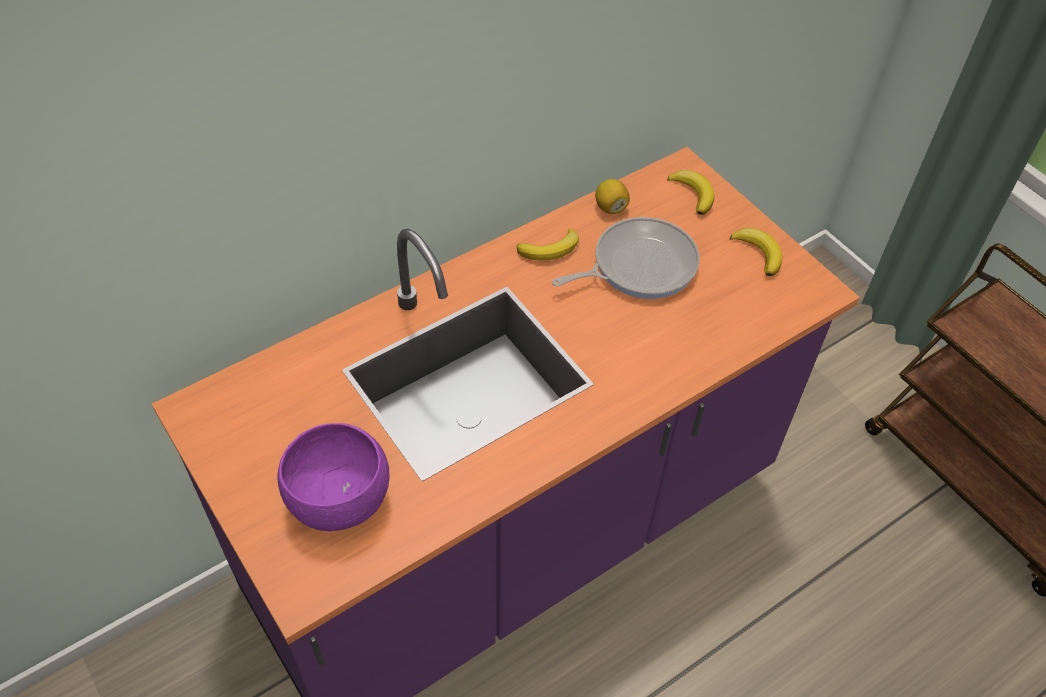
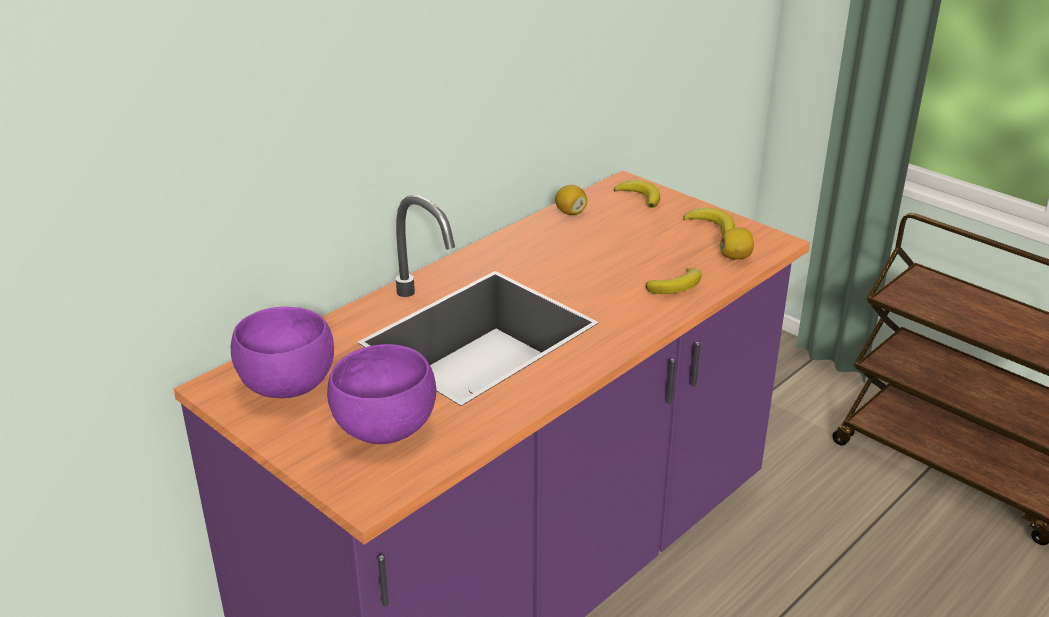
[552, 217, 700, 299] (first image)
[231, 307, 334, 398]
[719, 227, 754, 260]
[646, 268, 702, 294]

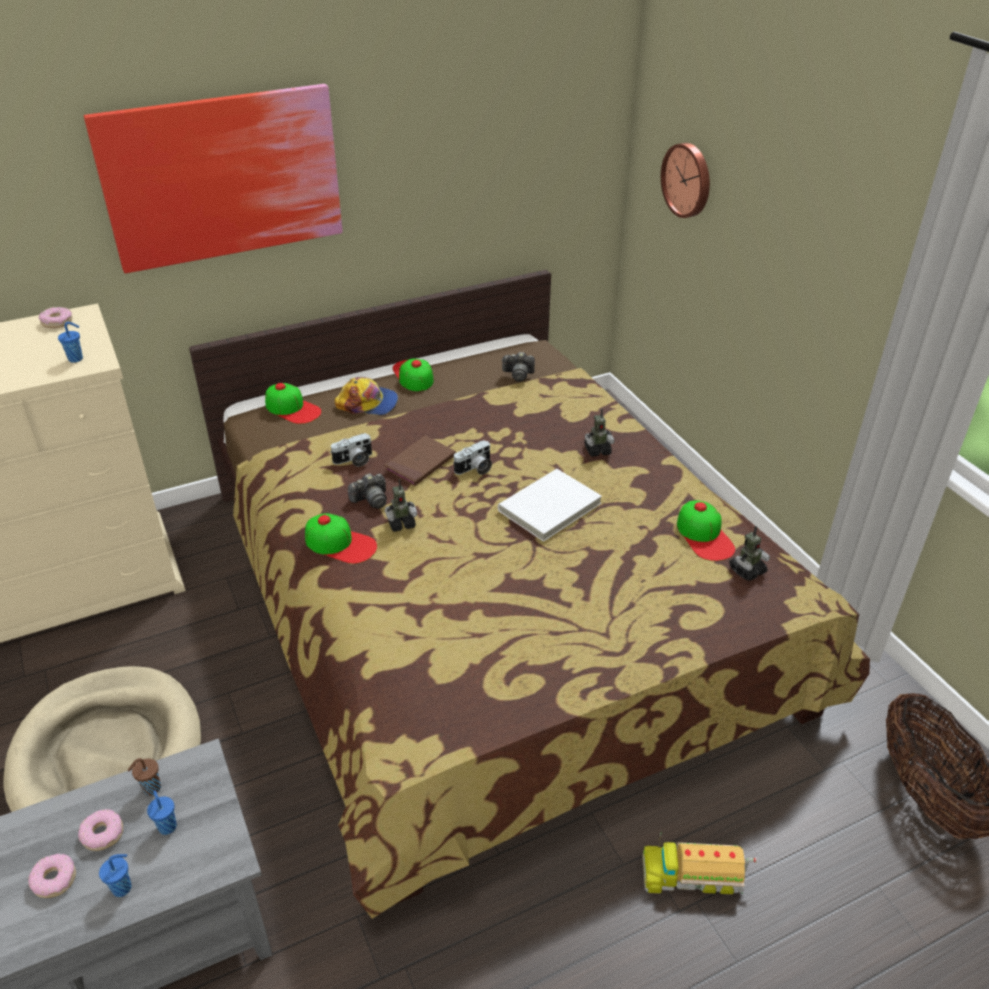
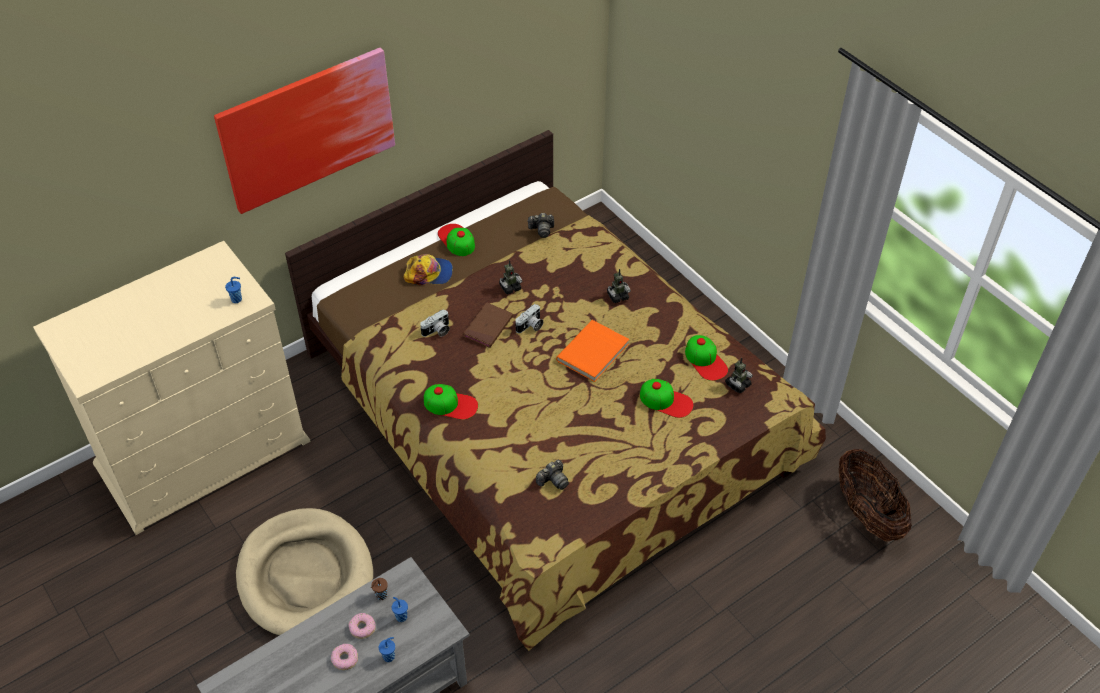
[39, 307, 72, 328] (first image)
[643, 833, 757, 894] (first image)
[661, 143, 710, 218] (first image)
[640, 379, 693, 418]
[536, 460, 569, 490]
[499, 260, 522, 295]
[556, 320, 629, 382]

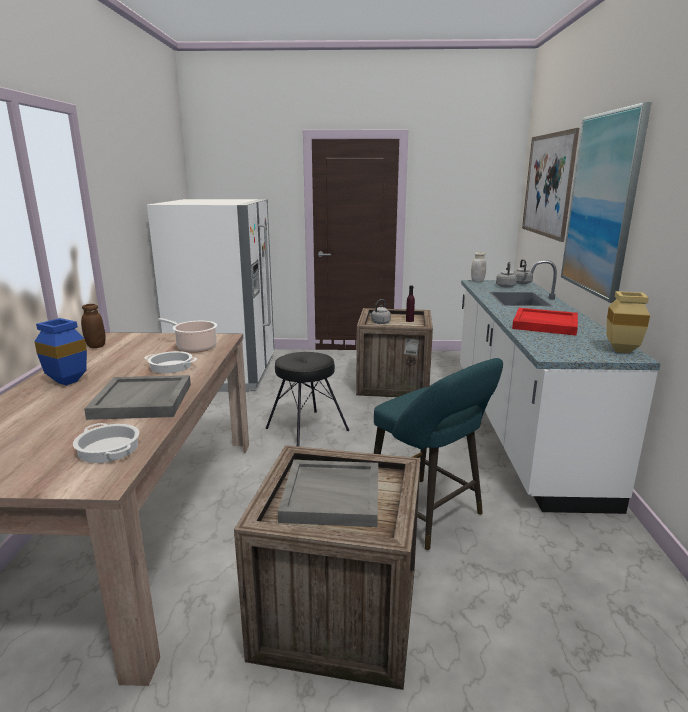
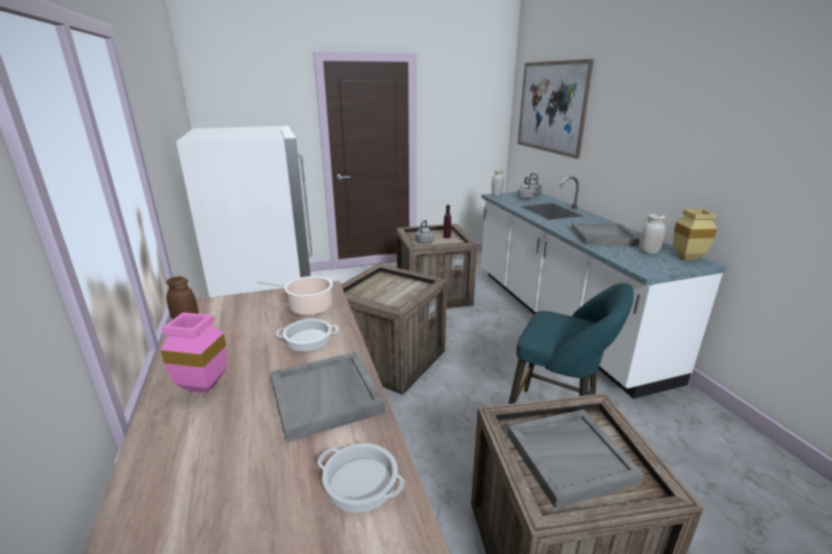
[561, 102, 652, 303] (first image)
[639, 214, 666, 254]
[341, 263, 447, 395]
[160, 312, 227, 393]
[571, 223, 640, 246]

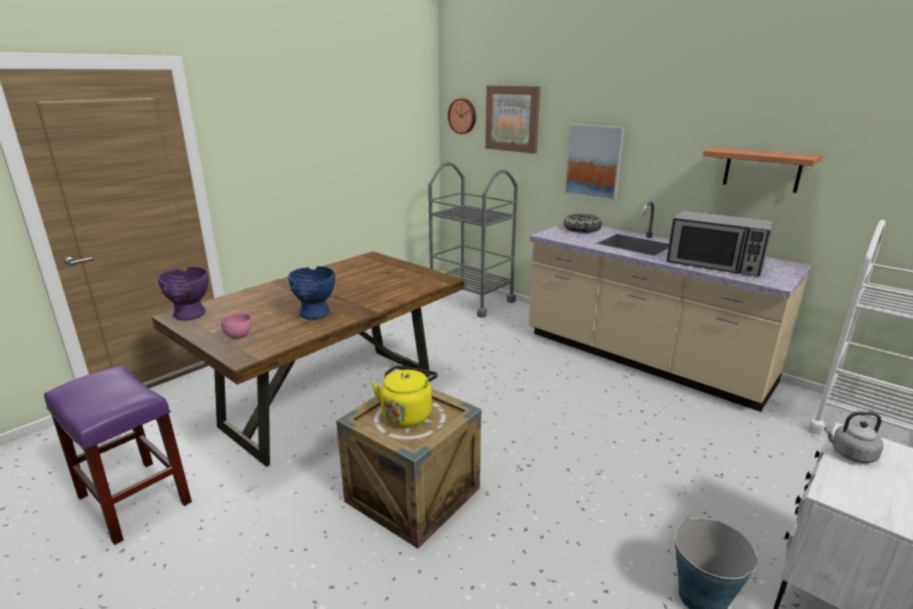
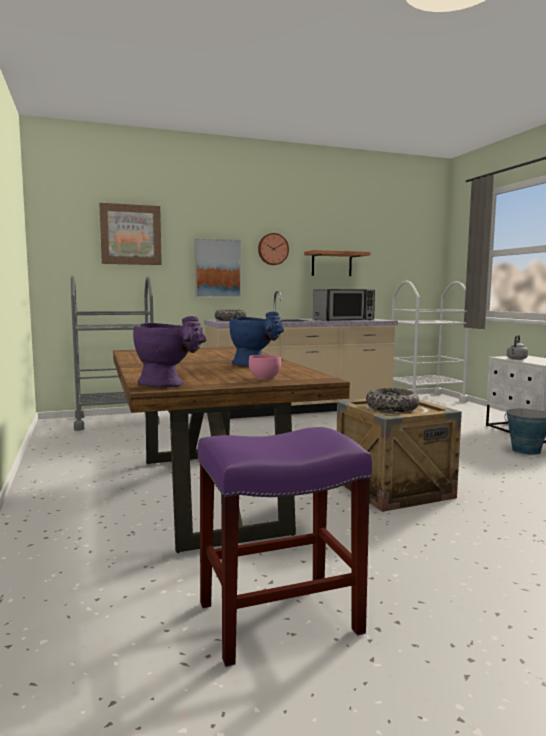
[258, 233, 289, 265]
[366, 388, 419, 412]

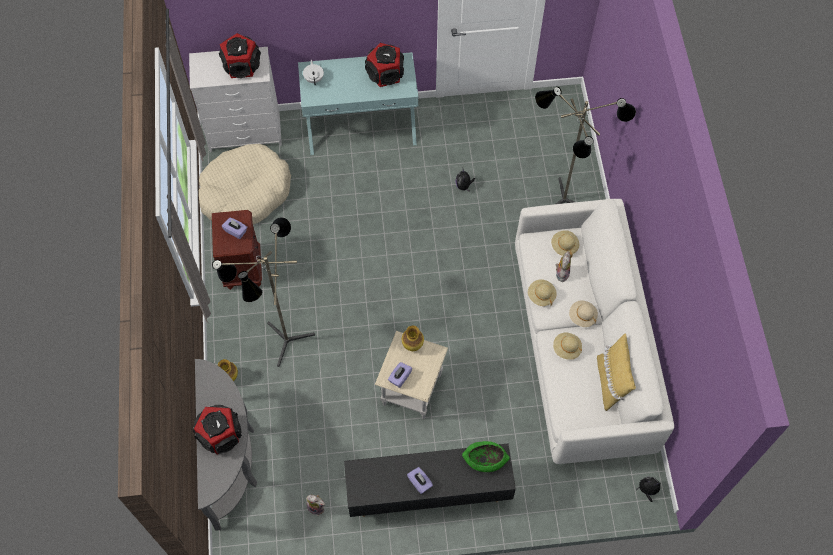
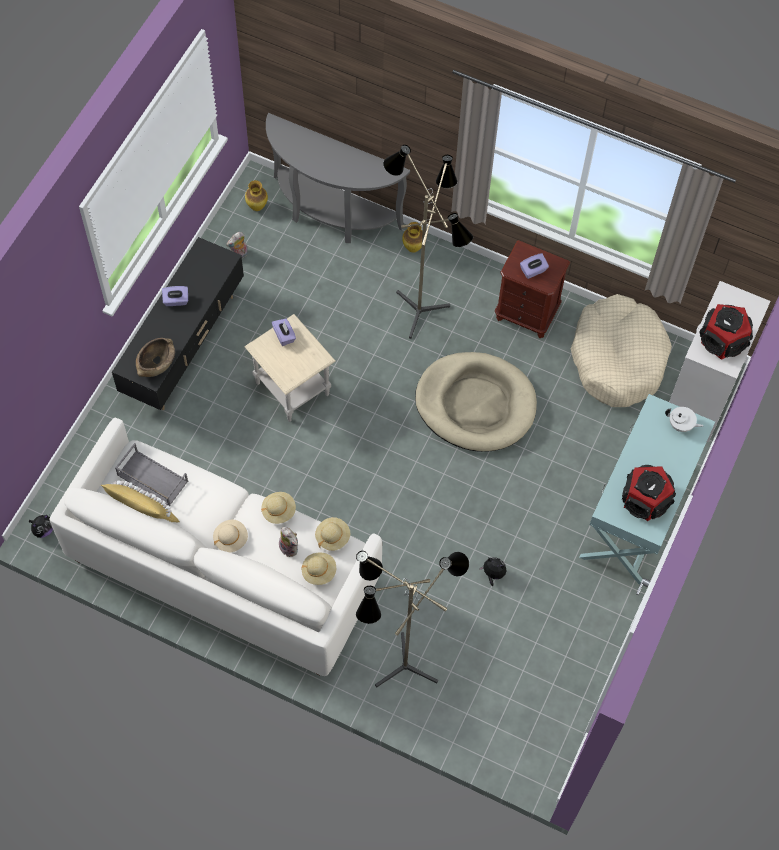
[193, 405, 242, 455] (first image)
[115, 443, 188, 506]
[415, 352, 537, 452]
[245, 180, 268, 211]
[315, 517, 351, 551]
[136, 338, 175, 377]

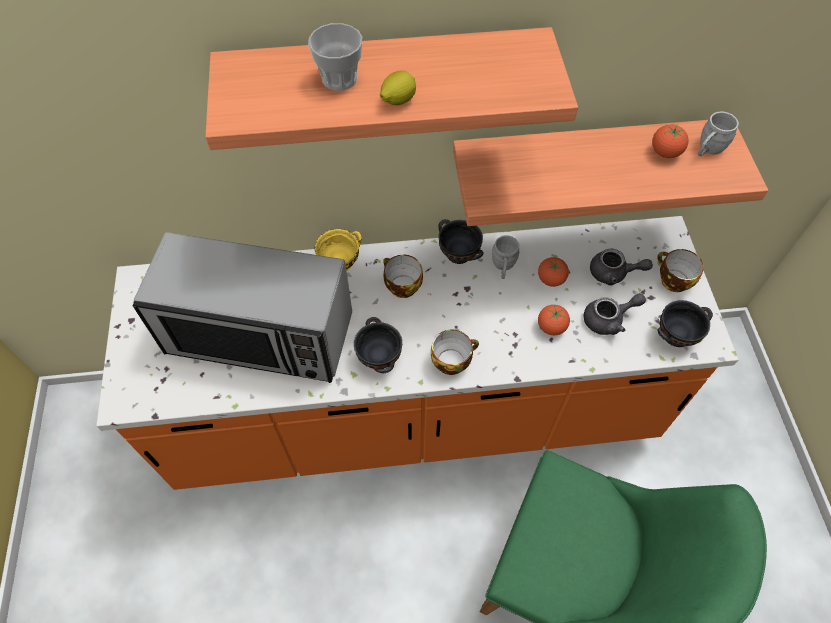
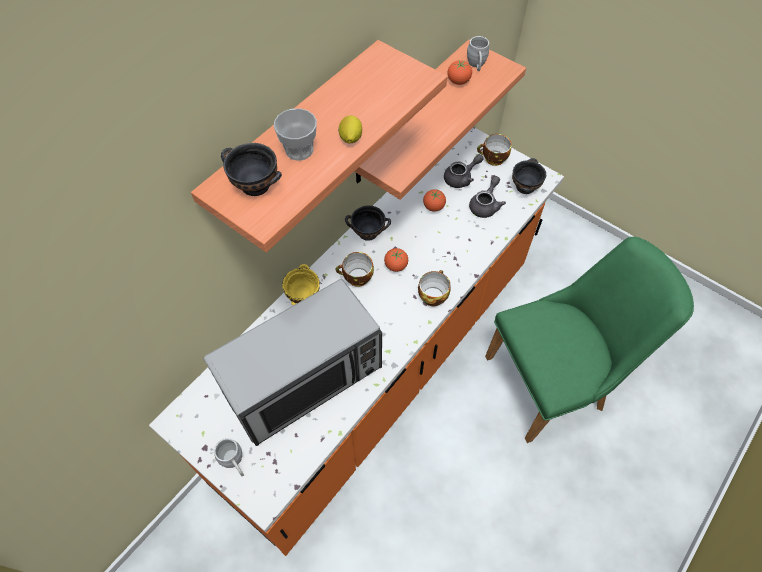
[221, 143, 282, 196]
[214, 438, 244, 476]
[384, 248, 408, 272]

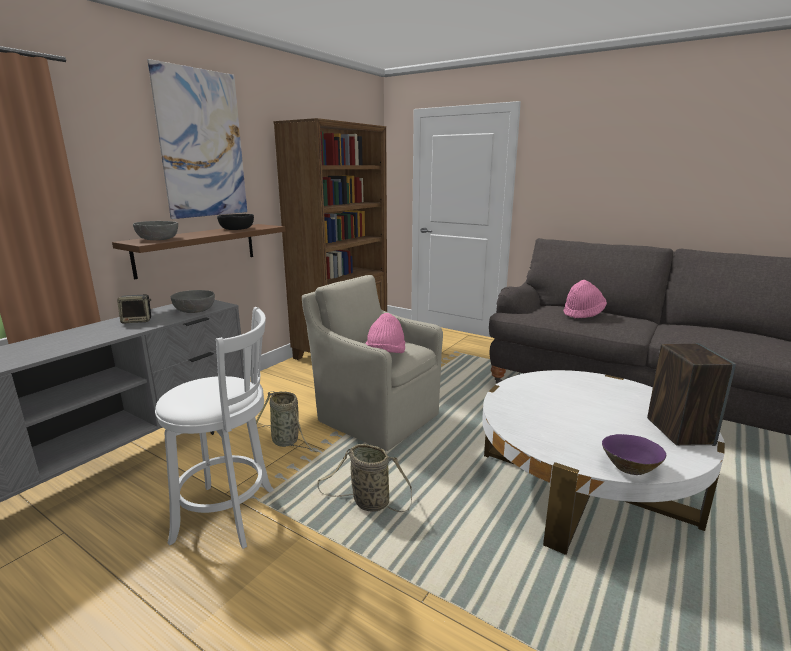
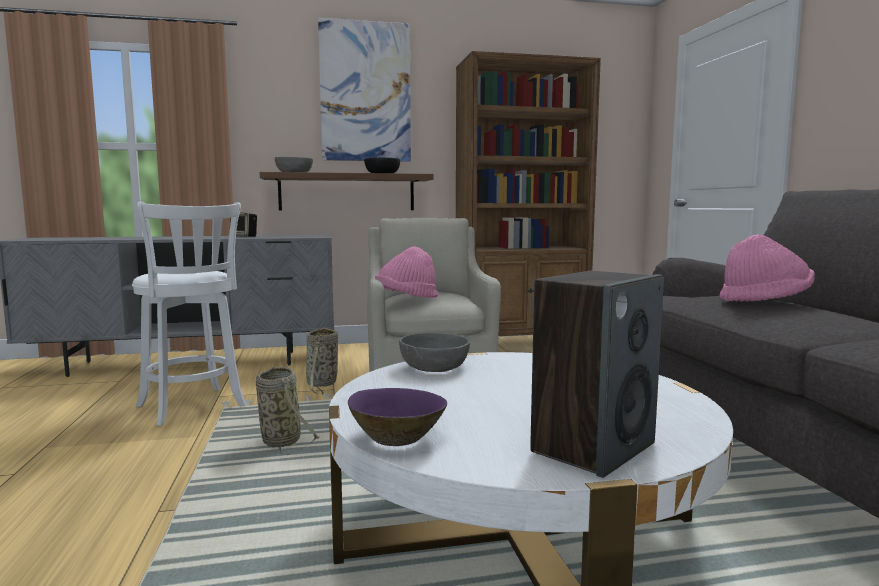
[399, 333, 470, 372]

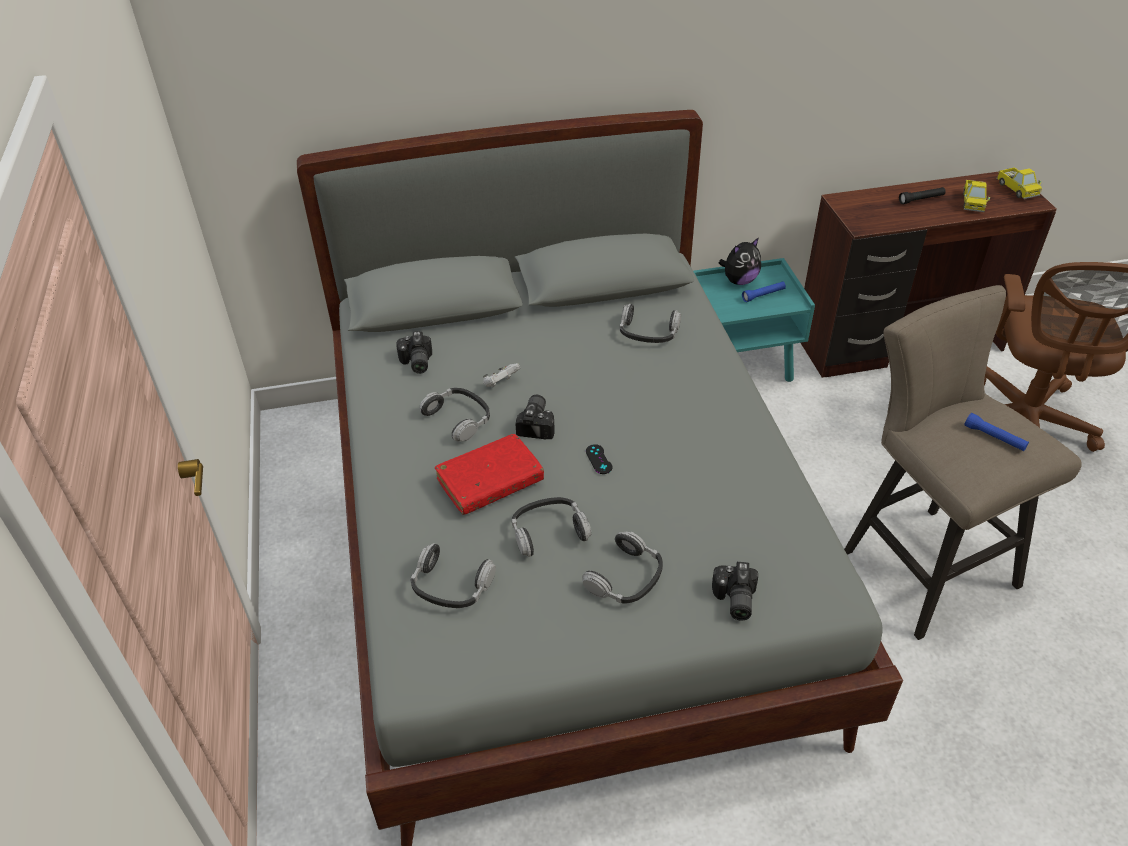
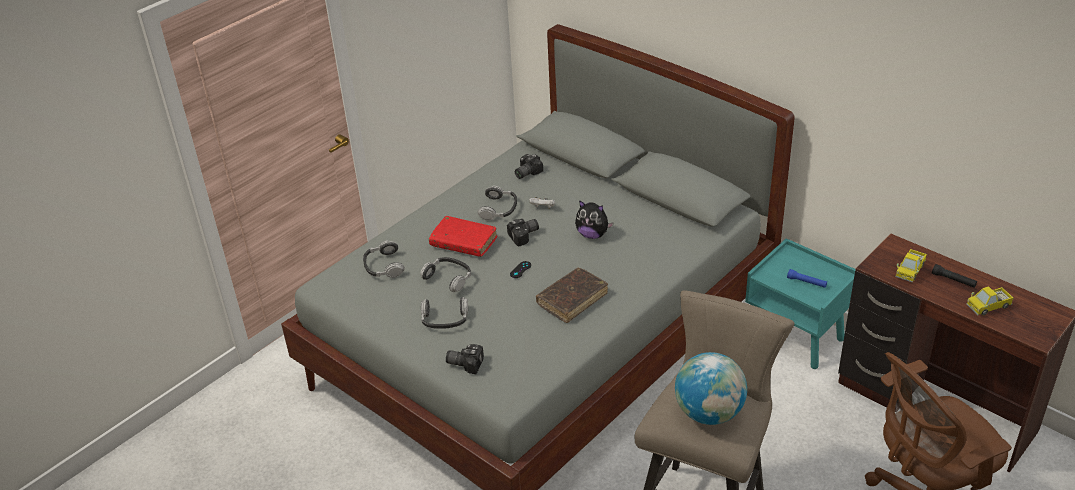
[620, 304, 681, 343] (first image)
[536, 268, 608, 323]
[575, 200, 614, 239]
[895, 249, 927, 283]
[675, 352, 747, 425]
[446, 344, 484, 374]

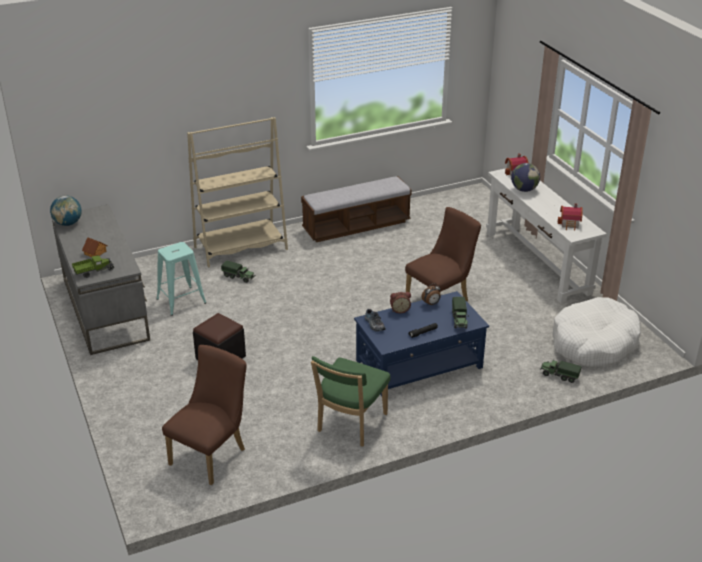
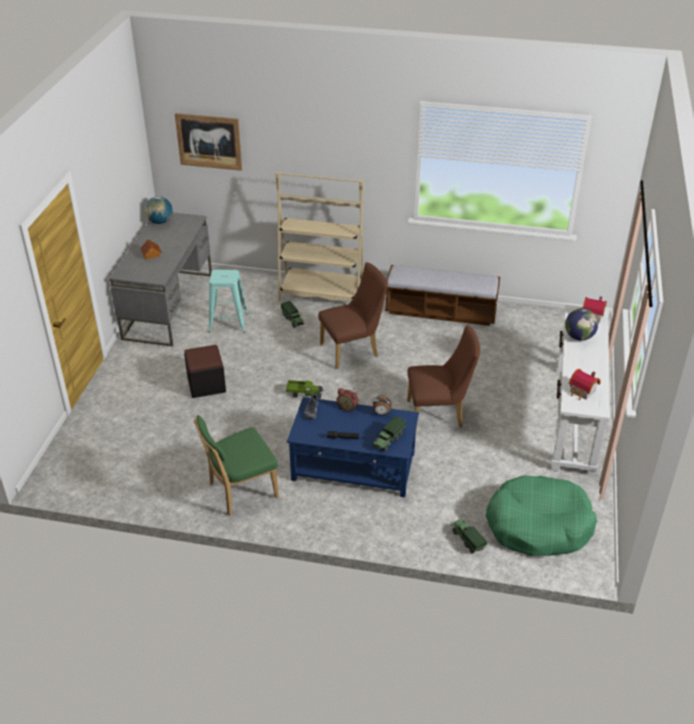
[175, 113, 242, 171]
[286, 380, 323, 399]
[318, 262, 388, 369]
[485, 475, 597, 556]

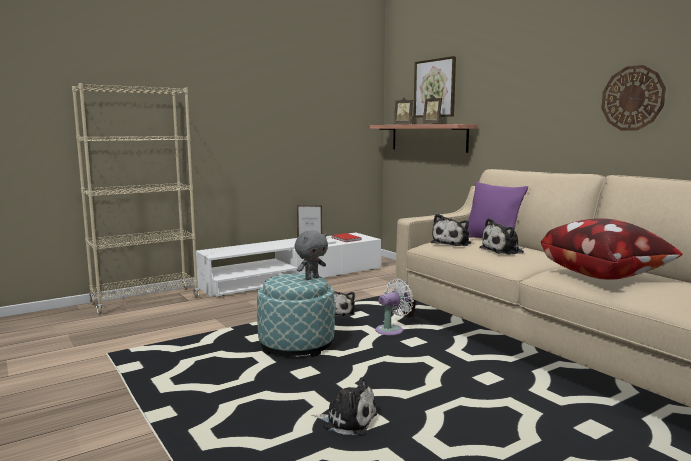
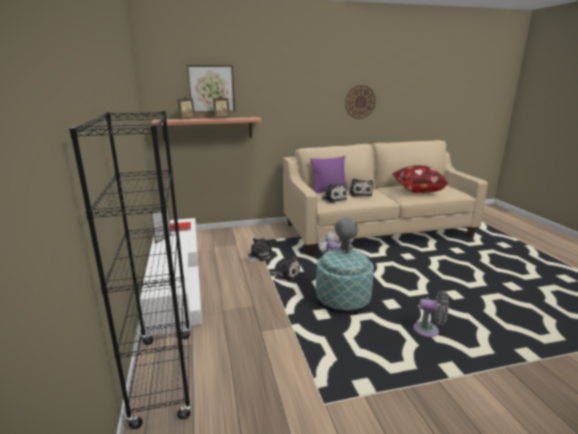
[413, 291, 449, 337]
[248, 238, 273, 263]
[69, 111, 192, 429]

